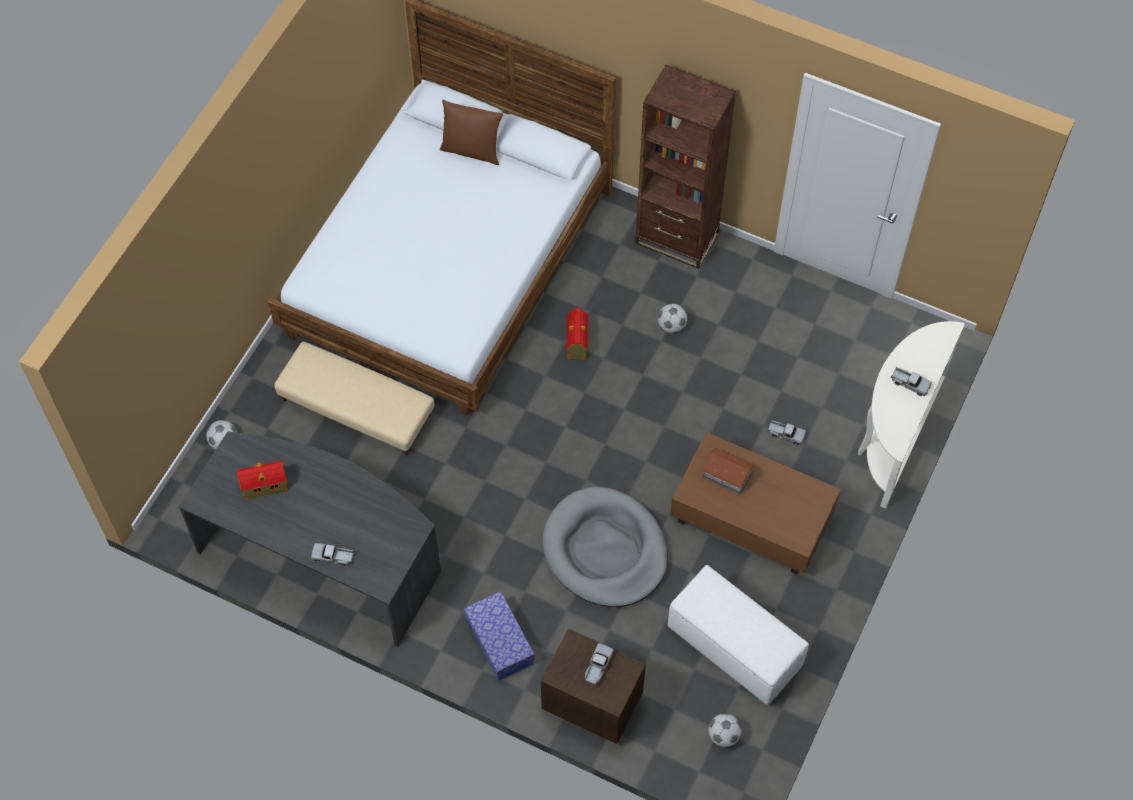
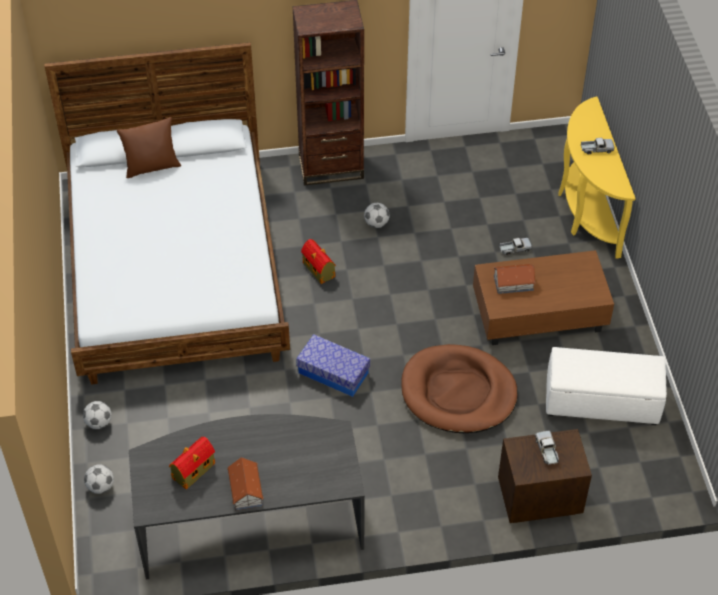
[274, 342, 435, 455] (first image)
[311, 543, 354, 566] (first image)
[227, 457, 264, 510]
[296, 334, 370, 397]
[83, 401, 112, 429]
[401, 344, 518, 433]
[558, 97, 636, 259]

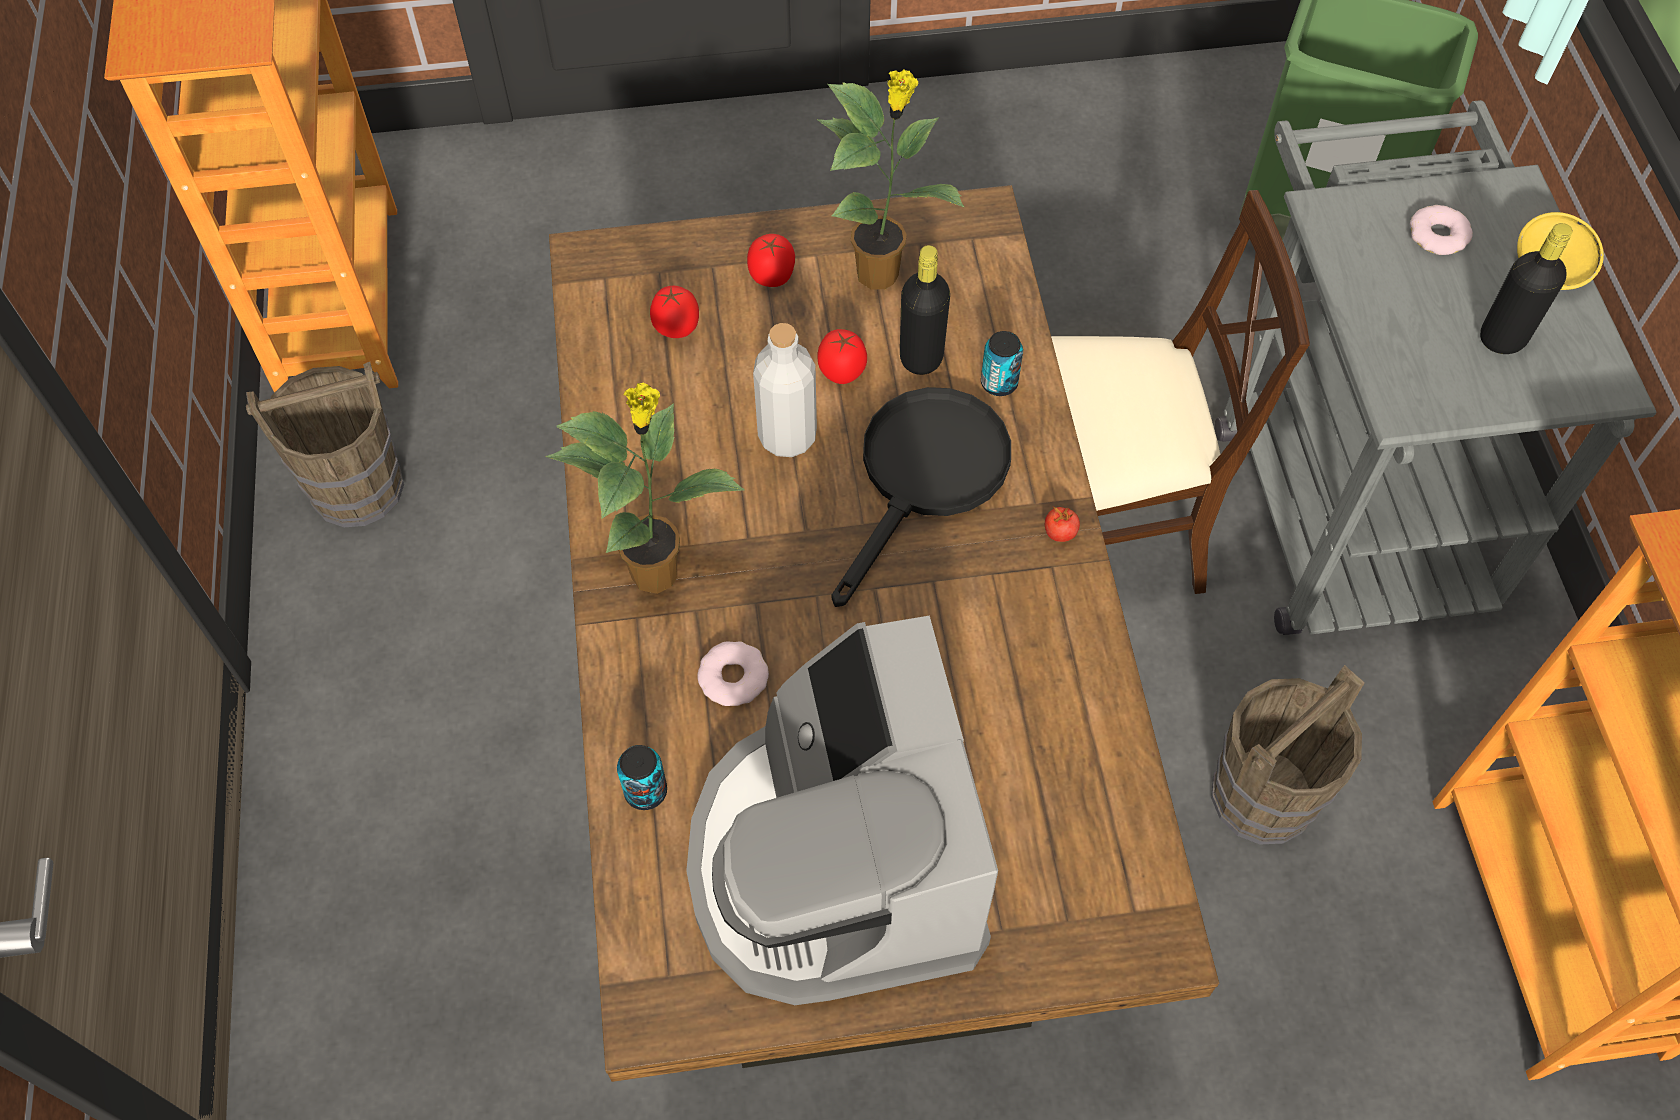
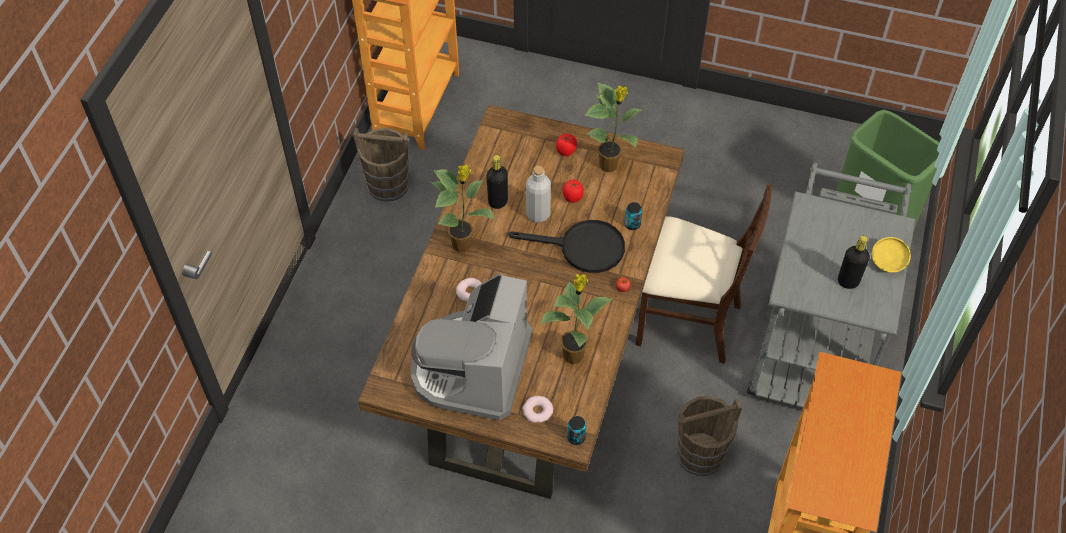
[650, 286, 699, 338] (first image)
[540, 274, 613, 364]
[567, 416, 586, 445]
[486, 155, 508, 209]
[522, 396, 553, 423]
[508, 220, 625, 273]

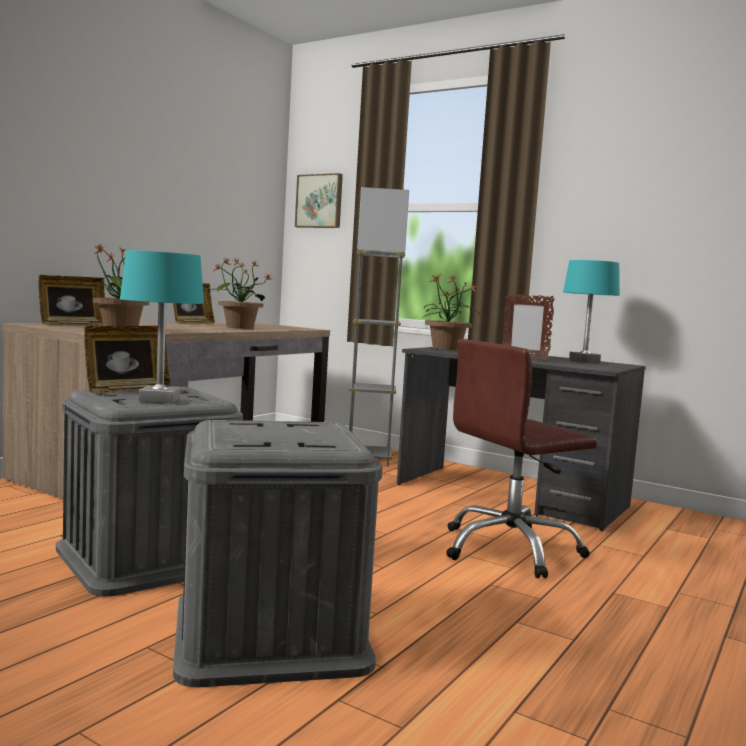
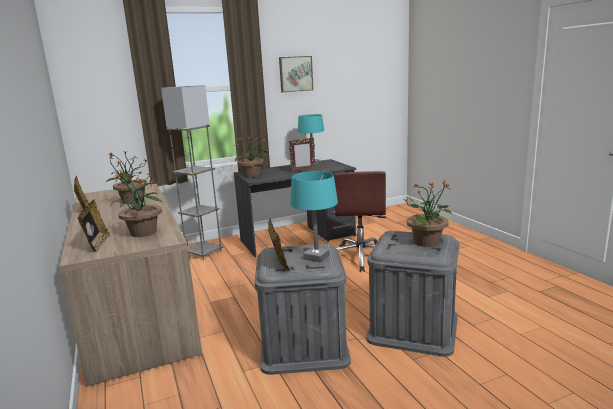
[404, 179, 453, 247]
[279, 56, 313, 92]

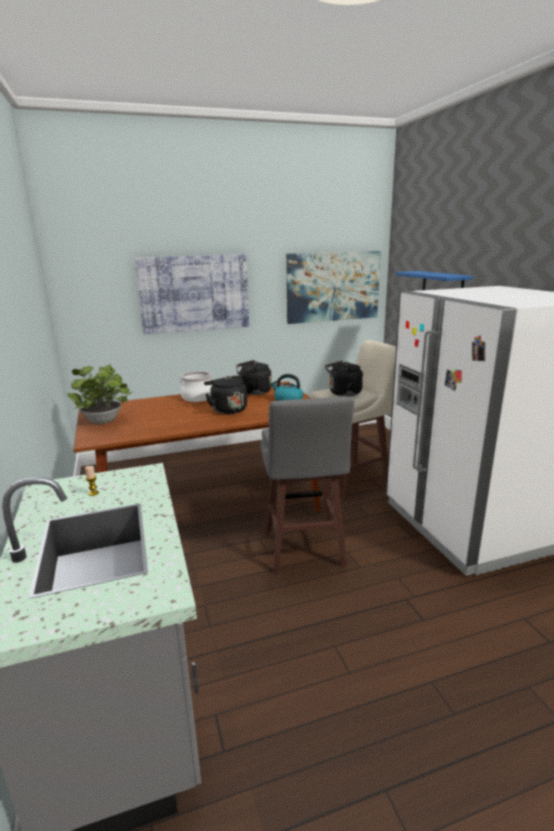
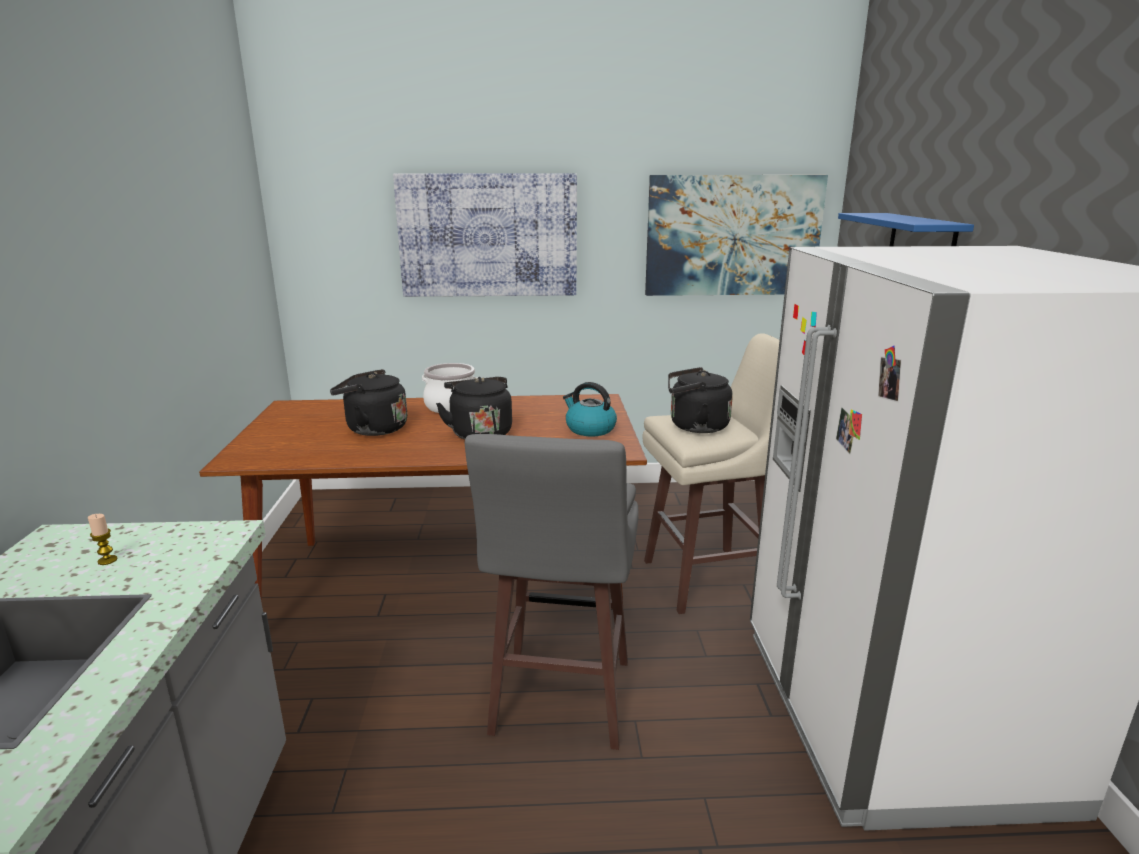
[67, 365, 132, 424] (first image)
[330, 369, 407, 436]

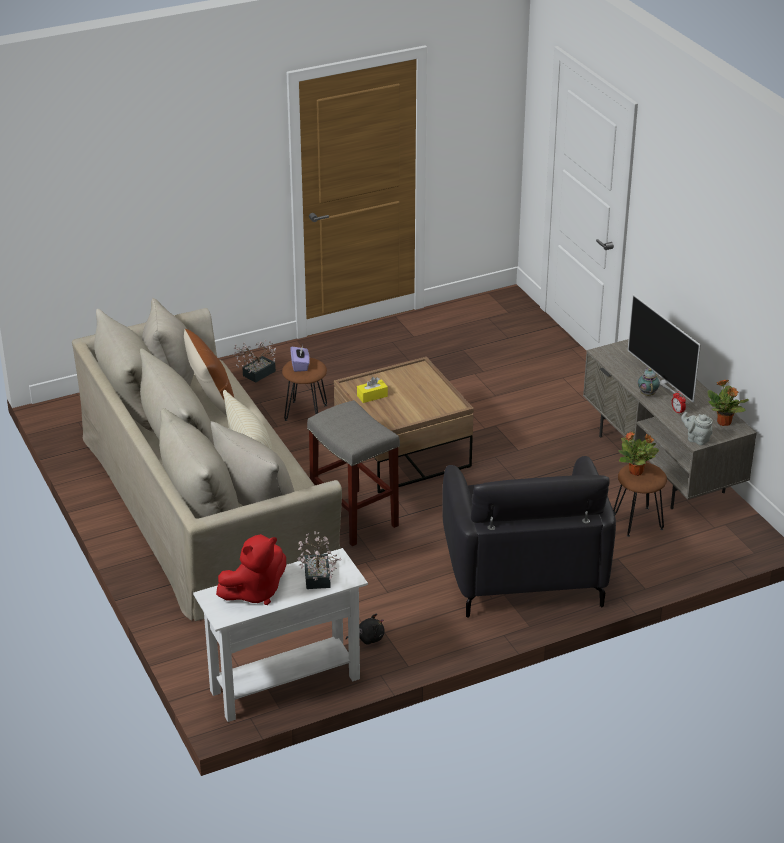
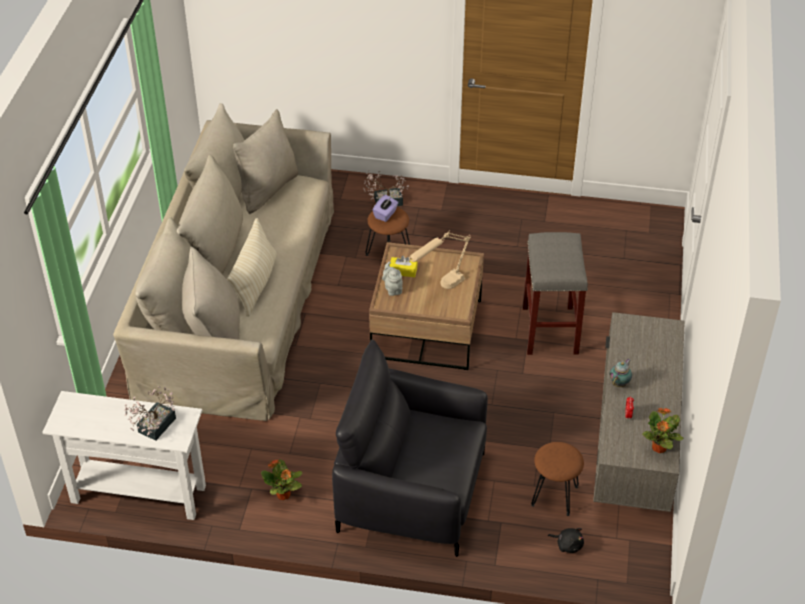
[184, 329, 234, 416] (first image)
[216, 534, 286, 605] (first image)
[628, 294, 701, 403] (first image)
[409, 230, 471, 289]
[523, 232, 588, 355]
[548, 528, 584, 553]
[261, 459, 303, 500]
[382, 261, 403, 296]
[332, 339, 488, 557]

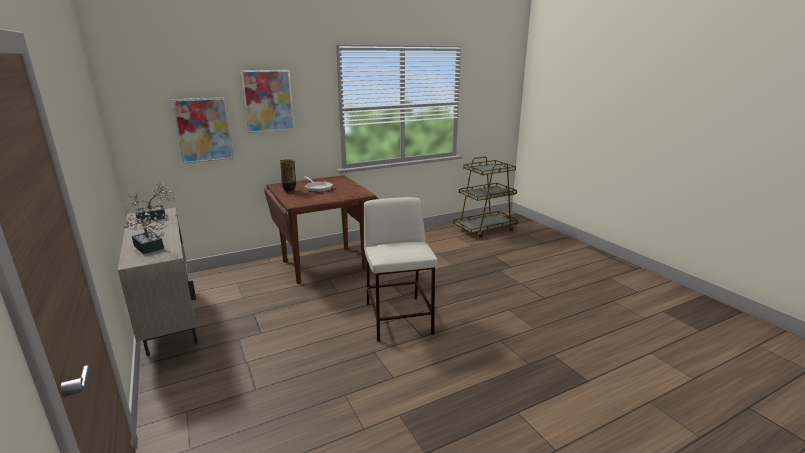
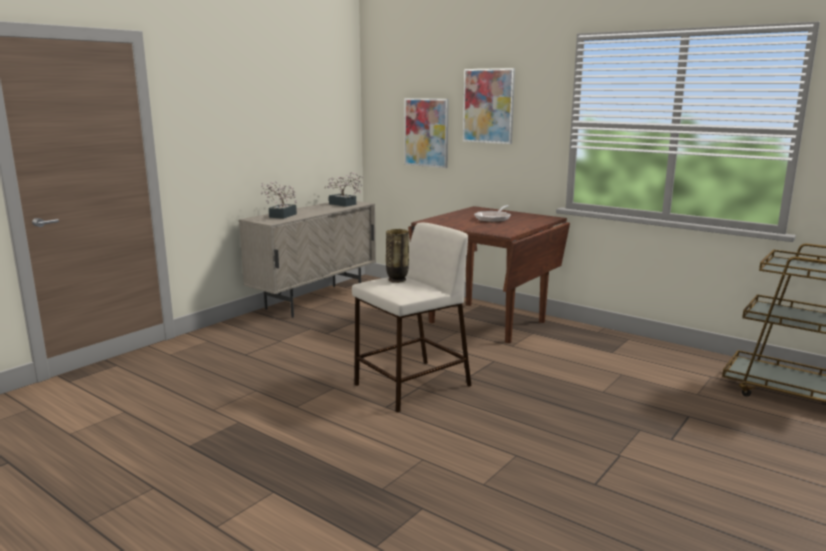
[386, 229, 409, 283]

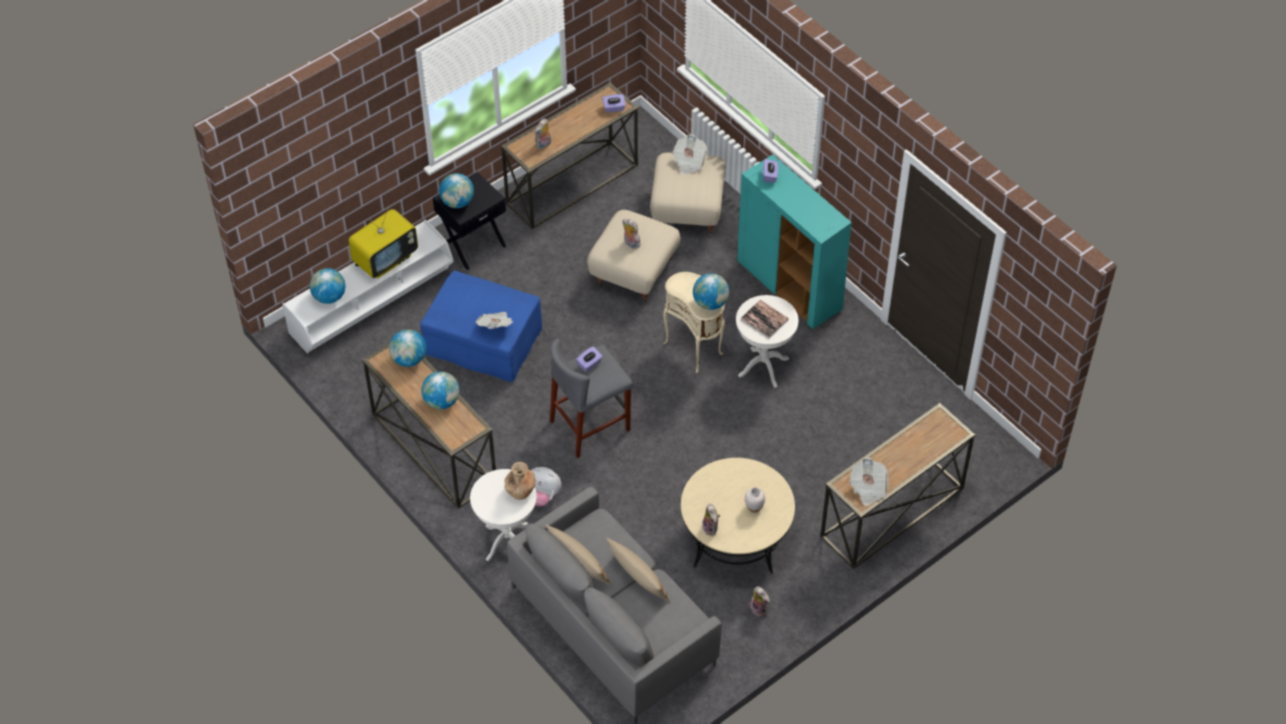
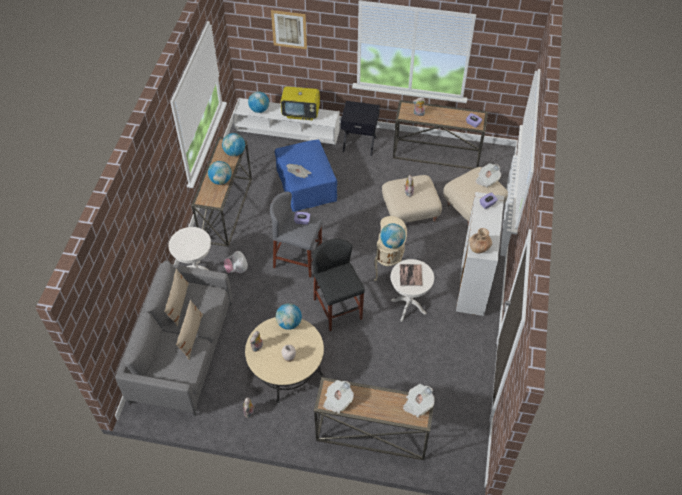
[271, 10, 307, 49]
[313, 239, 365, 331]
[403, 384, 435, 417]
[276, 303, 302, 330]
[469, 228, 492, 254]
[456, 192, 504, 316]

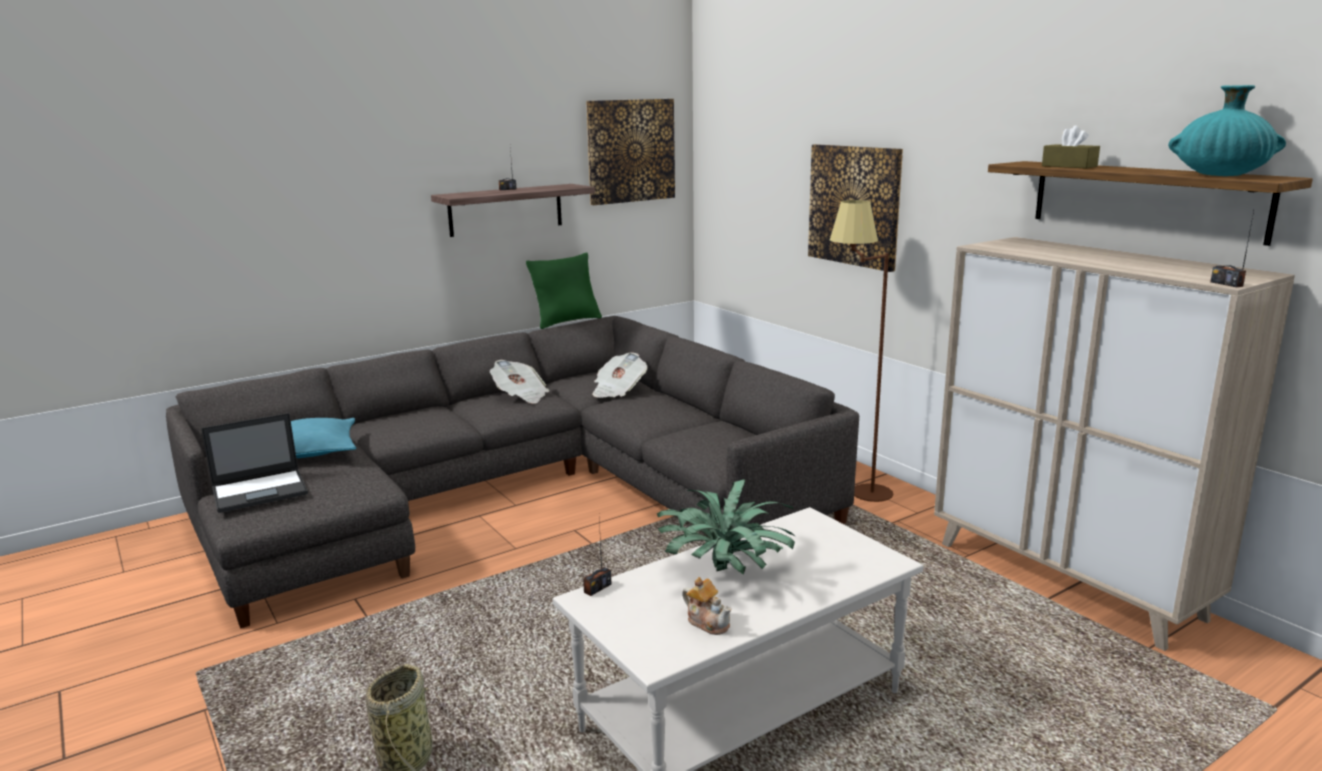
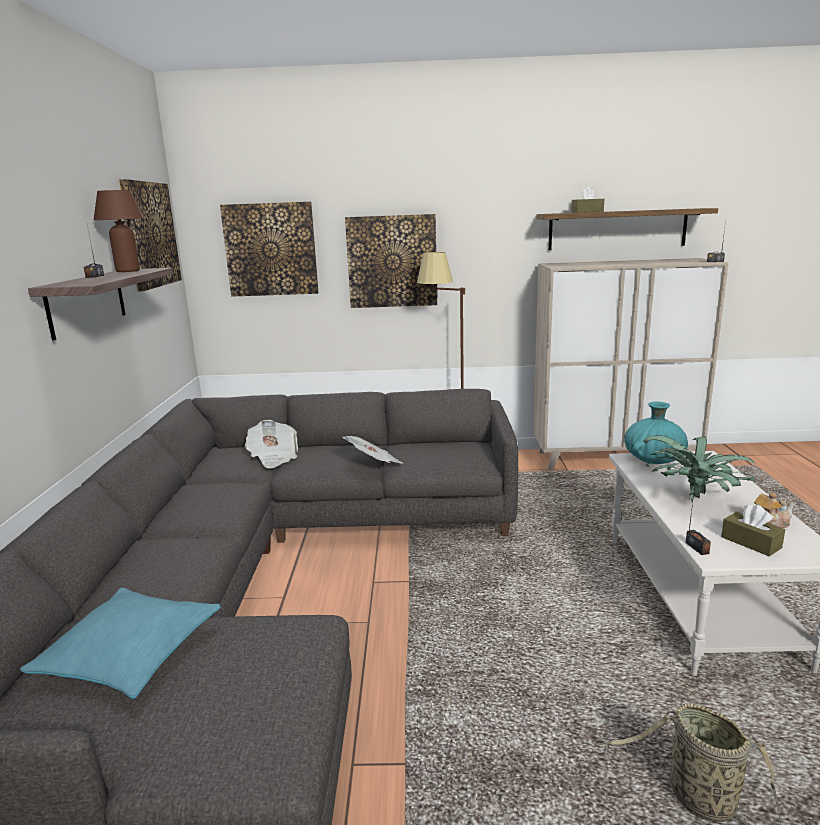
[201, 413, 308, 513] (first image)
[526, 252, 602, 329] (first image)
[94, 190, 144, 272]
[220, 202, 318, 297]
[721, 505, 785, 556]
[342, 436, 402, 463]
[625, 402, 688, 464]

